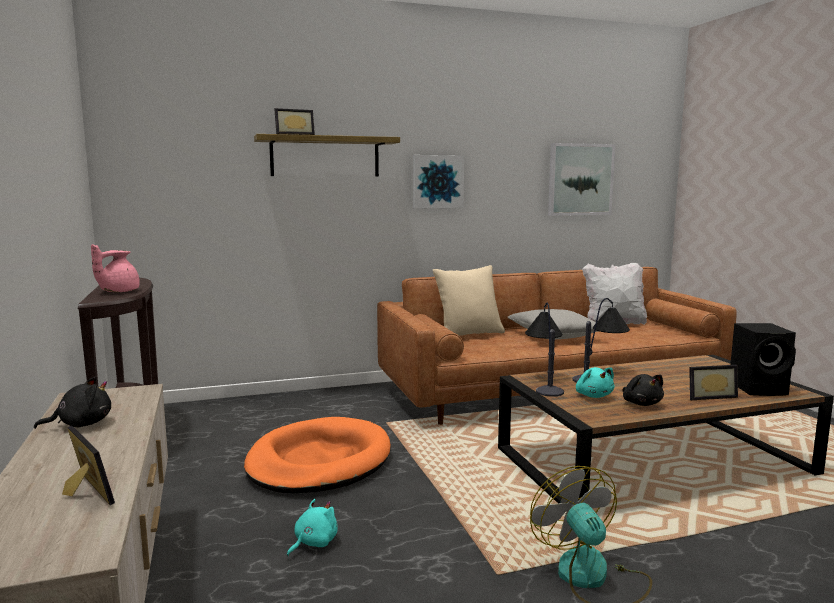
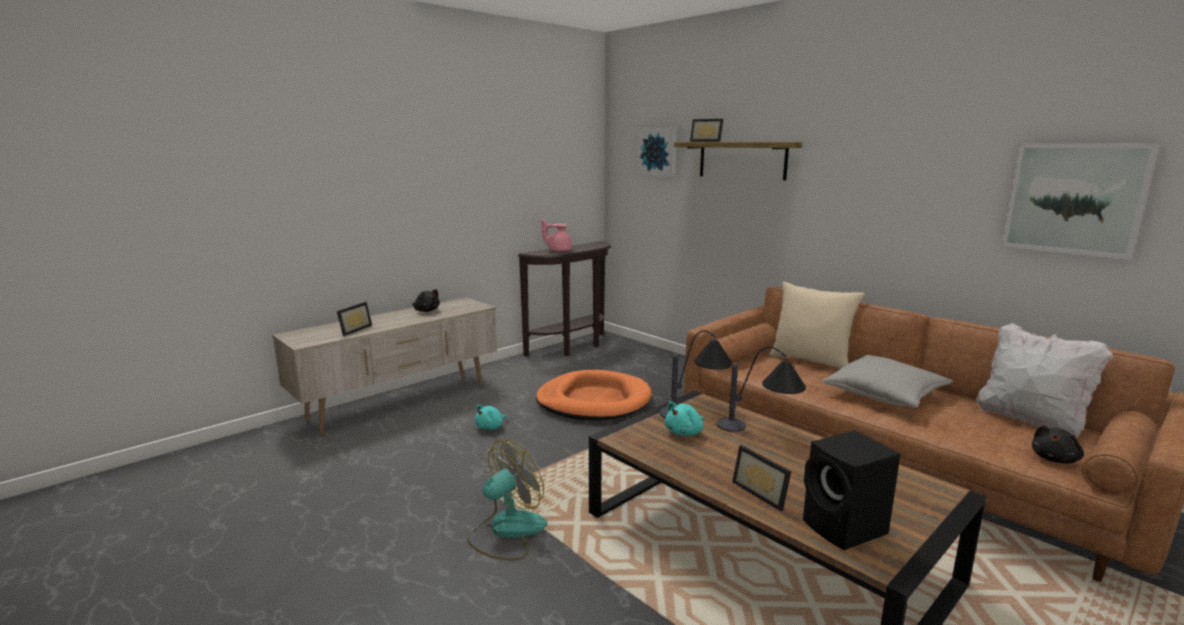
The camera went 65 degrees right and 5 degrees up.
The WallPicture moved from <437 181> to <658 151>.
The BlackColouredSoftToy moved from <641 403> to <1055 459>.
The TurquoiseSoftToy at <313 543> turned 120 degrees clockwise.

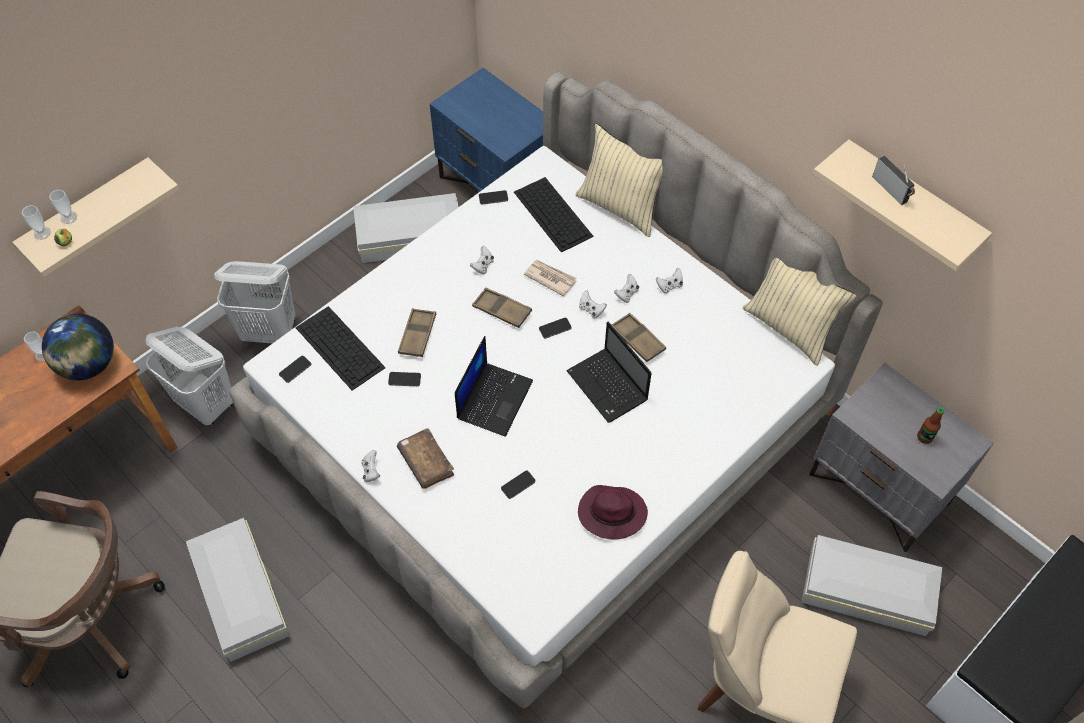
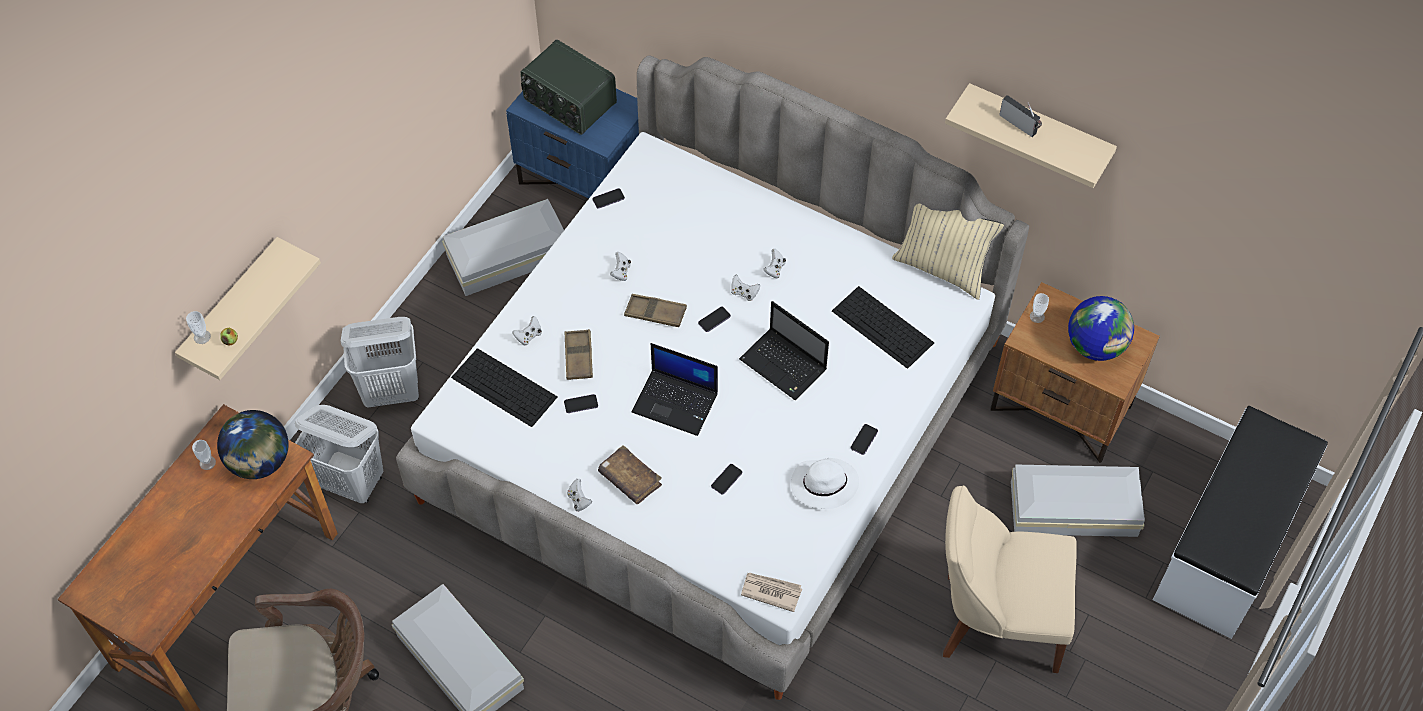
The camera went 15 degrees left and 0 degrees up.
The BeigeCushion at <620 207> disappeared.
The Keyboard moved from <553 214> to <883 327>.
The DrinkingCup moved from <69 217> to <1037 316>.
The Newspaper moved from <550 278> to <771 591>.
The WhitishGameController moved from <669 286> to <529 336>.
The BrownCarryingTray at <637 340> disappeared.
The PortableComputer at <494 398> turned 105 degrees clockwise.
The Telephone moved from <295 369> to <864 440>.
The GrayBedsideTable at <880 488> became the BrownBedsideTable at <1061 407>.
The DrinkBottle at <924 437> was replaced by the DeskGlobe at <1095 345>.
The PurplishHat at <611 513> became the WhitishHat at <823 485>.
The RadioSet at <569 102> appeared.

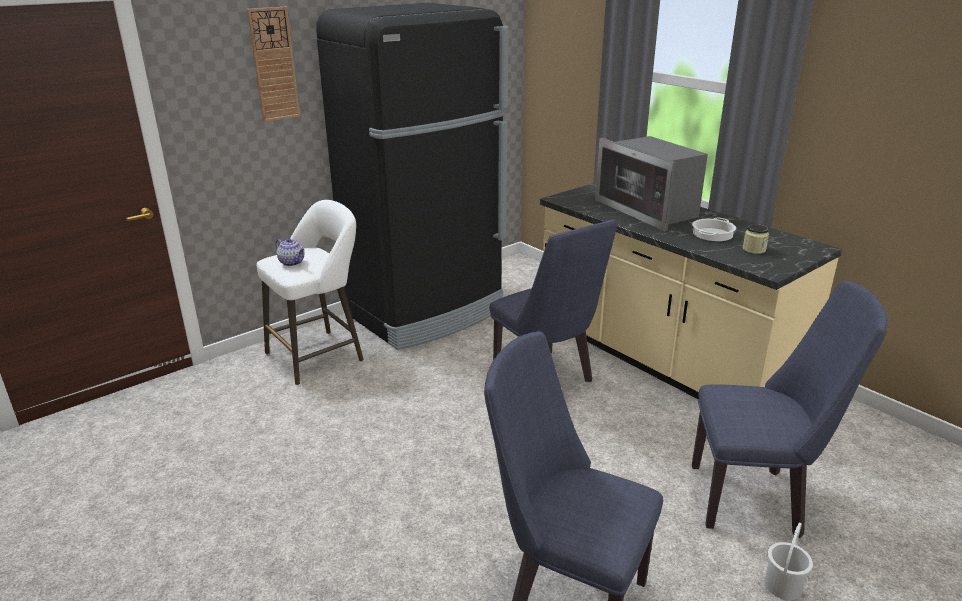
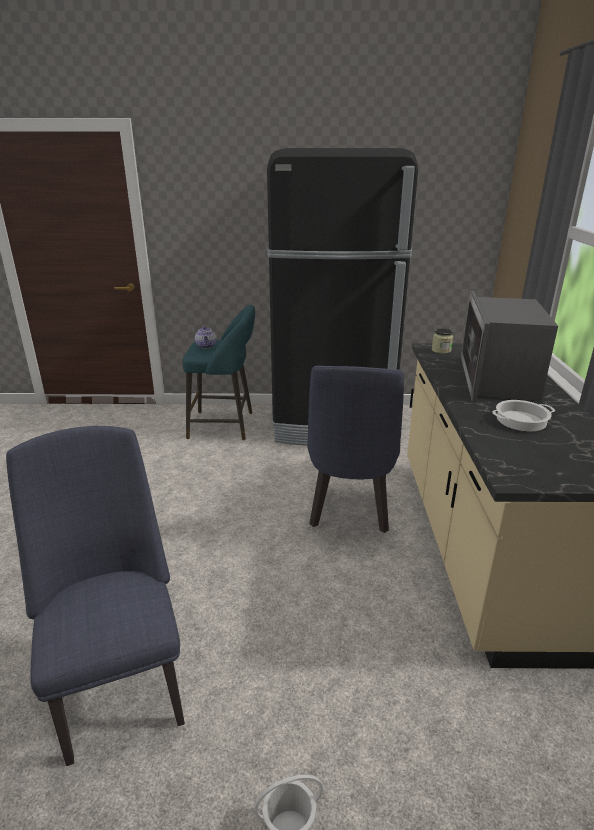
The camera went 40 degrees right and 0 degrees up.
The WallClock at <274 65> disappeared.
The WhitishStool at <319 355> became the TurquoiseStool at <225 426>.
The Jar moved from <754 249> to <441 350>.
The BlueColouredPlainChair at <755 499> disappeared.

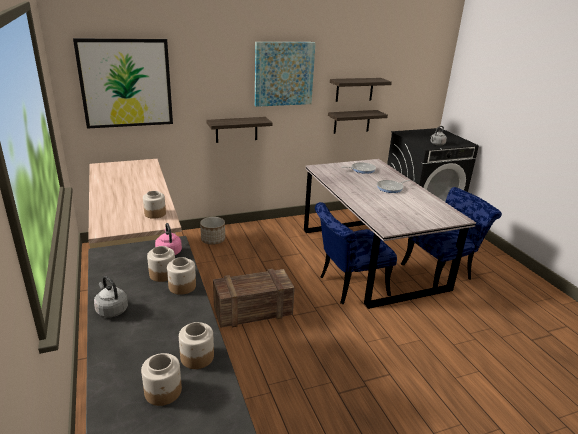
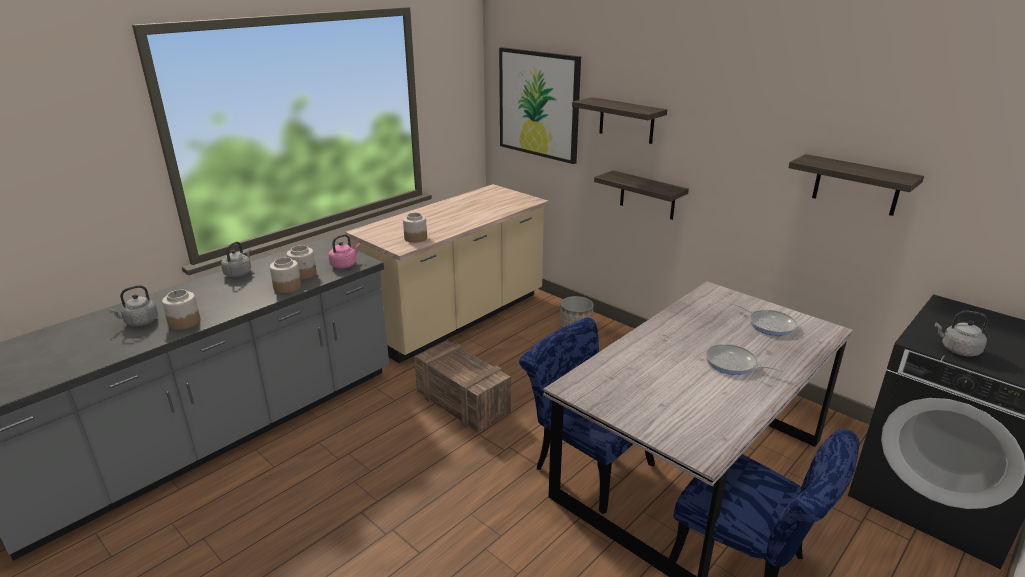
The camera went 65 degrees right and 0 degrees up.
The WallPicture at <284 74> disappeared.
The Shelf moved from <352 121> to <626 120>.
The Jar at <163 391> was replaced by the GrayTeaKettle at <140 322>.

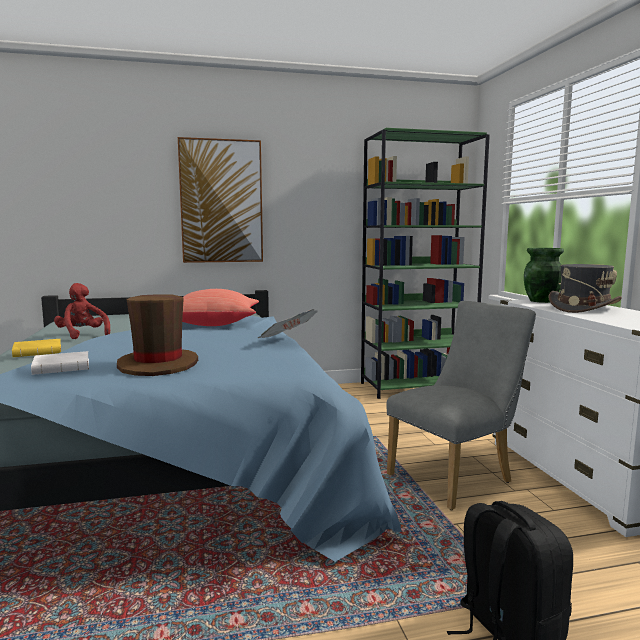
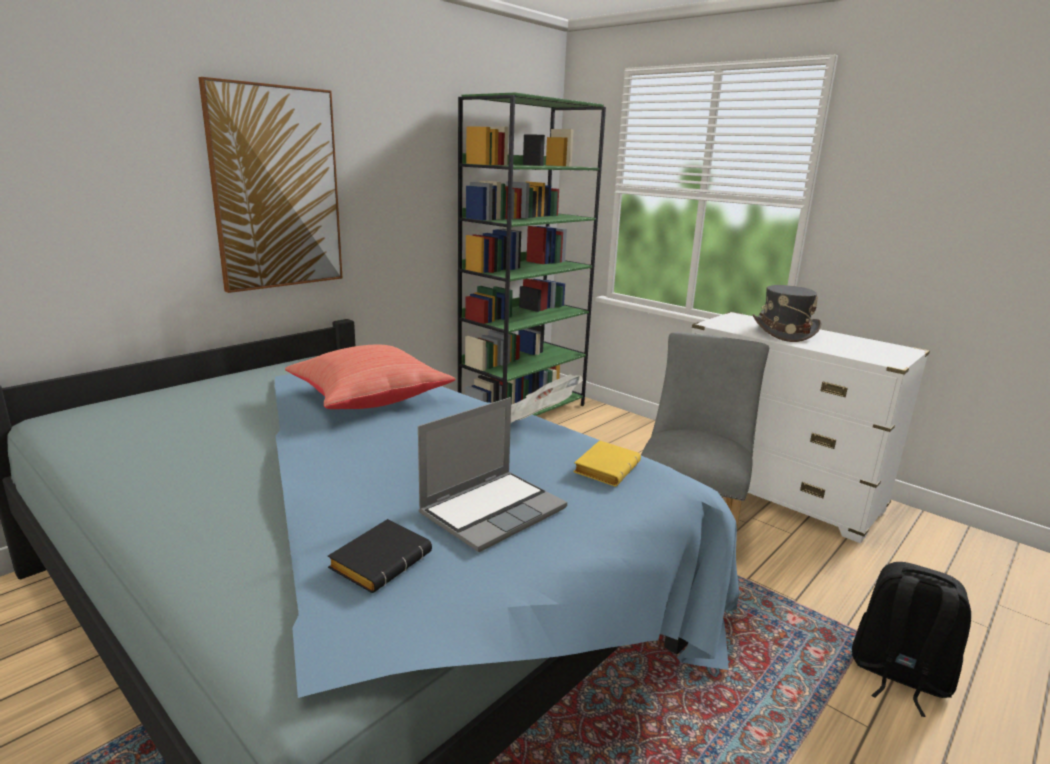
The camera went 35 degrees left and 10 degrees up.
The GreenColouredVase at <541 301> disappeared.
The RedSoftToy at <82 335> disappeared.
The BrownHat at <158 365> was replaced by the PortableComputer at <493 510>.
The YellowishBoundBook moved from <39 352> to <605 468>.
The WhitishBoundBook at <63 368> became the BlackColouredBoundBook at <381 560>.

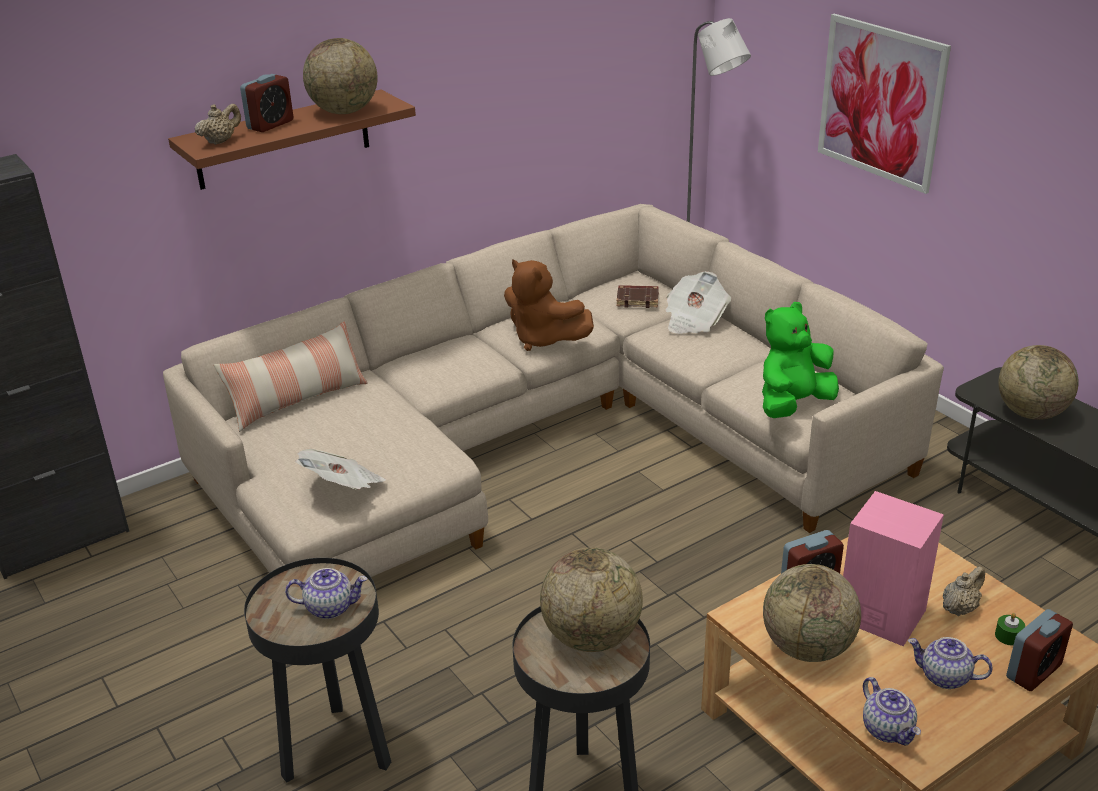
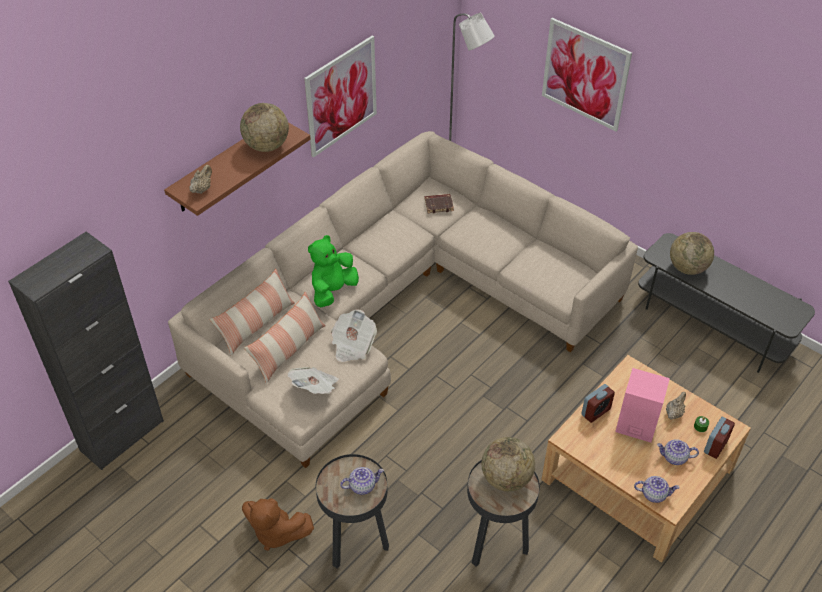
The camera went 15 degrees left and 15 degrees up.
The TableClock at <270 125> disappeared.
The BrownSoftToy moved from <543 339> to <276 532>.
The Newspaper moved from <694 320> to <352 345>.
The GreenColouredSoftToy moved from <792 405> to <333 290>.
The DeskGlobe at <807 647> disappeared.
The TeaPot at <888 730> turned 45 degrees counterclockwise.
The WallPicture at <341 96> appeared.
The Cushion at <288 349> appeared.

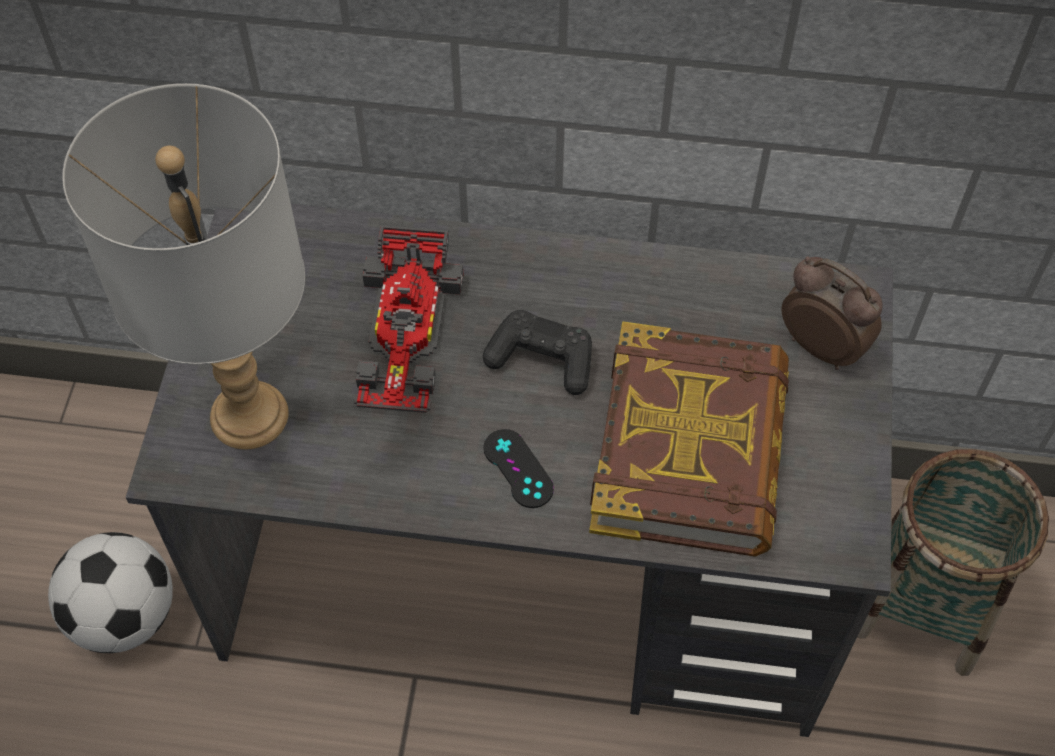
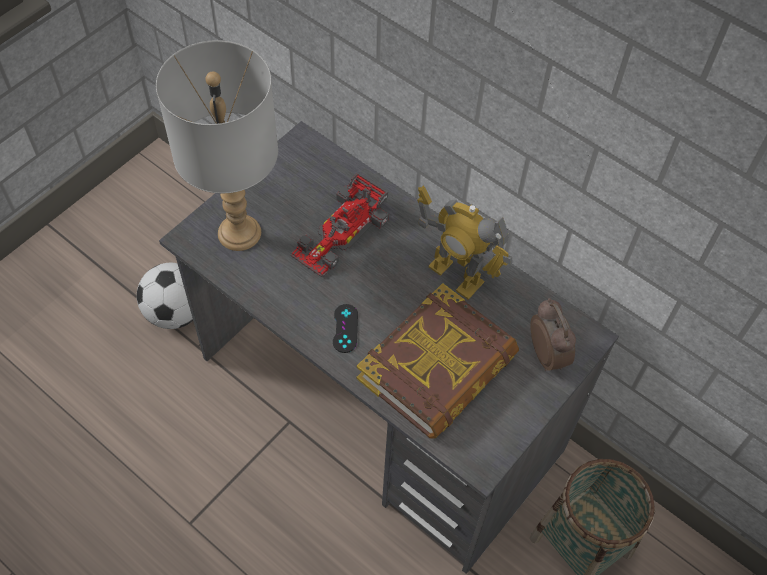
The camera went 30 degrees right and 0 degrees up.
The BlackColouredGameController at <542 359> disappeared.
The ToyRobot at <455 275> appeared.

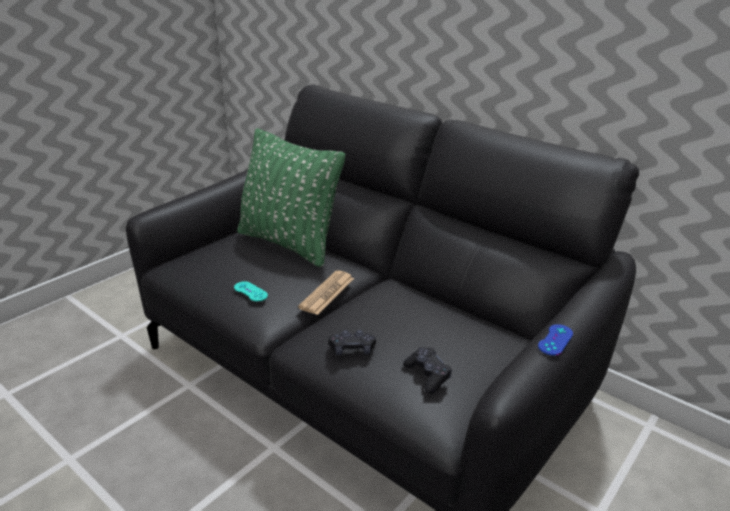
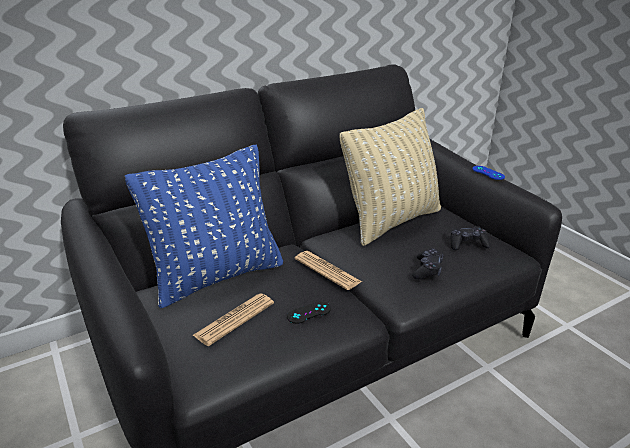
The camera went 70 degrees left and 0 degrees up.
The GreenColouredCushion at <289 243> became the BlueColouredCushion at <217 276>.
The TurquoiseGameController at <250 291> became the BlackColouredGameController at <309 313>.
The BeigeCushion at <391 221> appeared.
The Newspaper at <234 319> appeared.

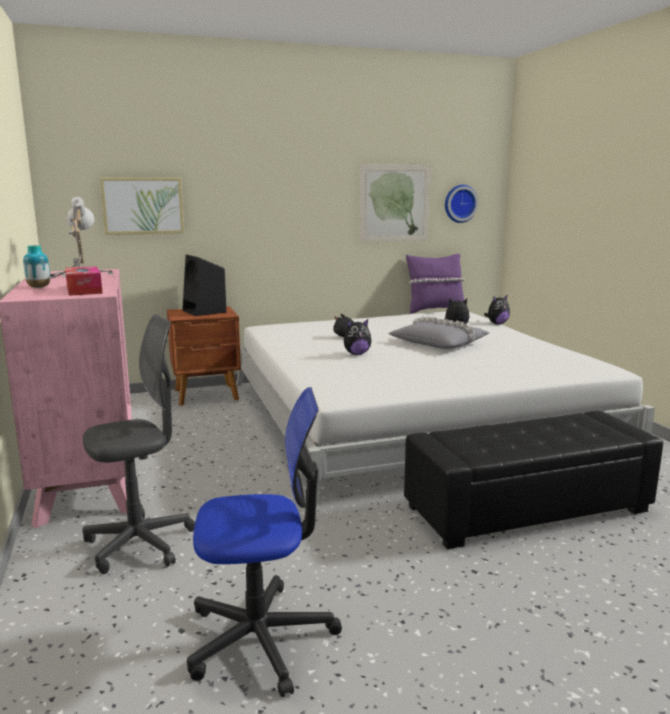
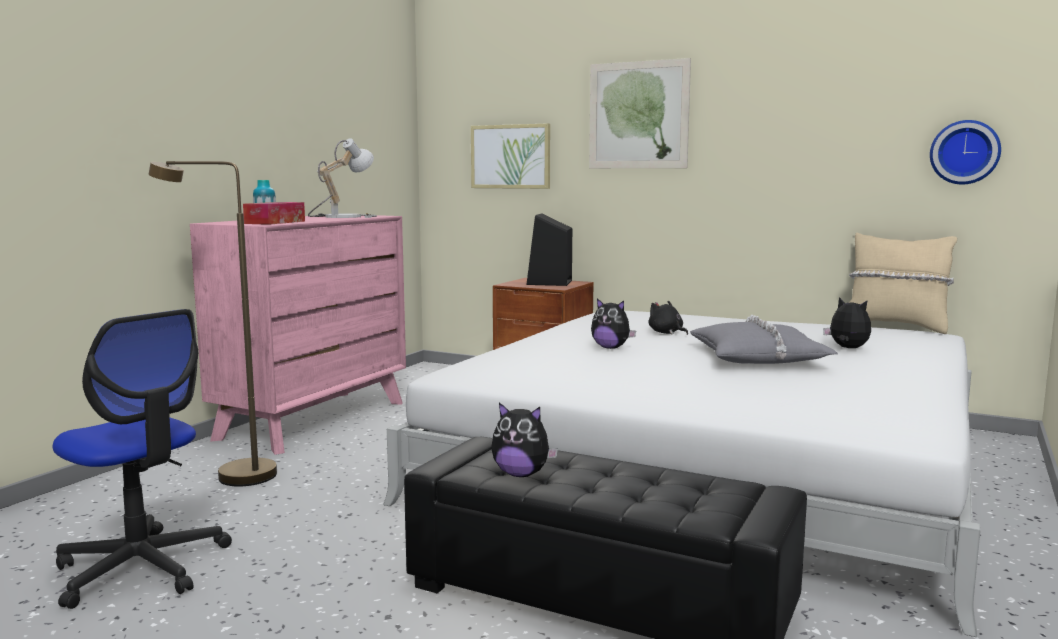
The camera went 45 degrees right and 5 degrees down.
The WallPicture moved from <394 203> to <638 115>.
The PurplishCushion at <434 310> became the BeigeCushion at <895 326>.
The SoftToy moved from <497 324> to <521 474>.
The GrayDeskChair at <140 544> was replaced by the BrownStandingLamp at <232 475>.

